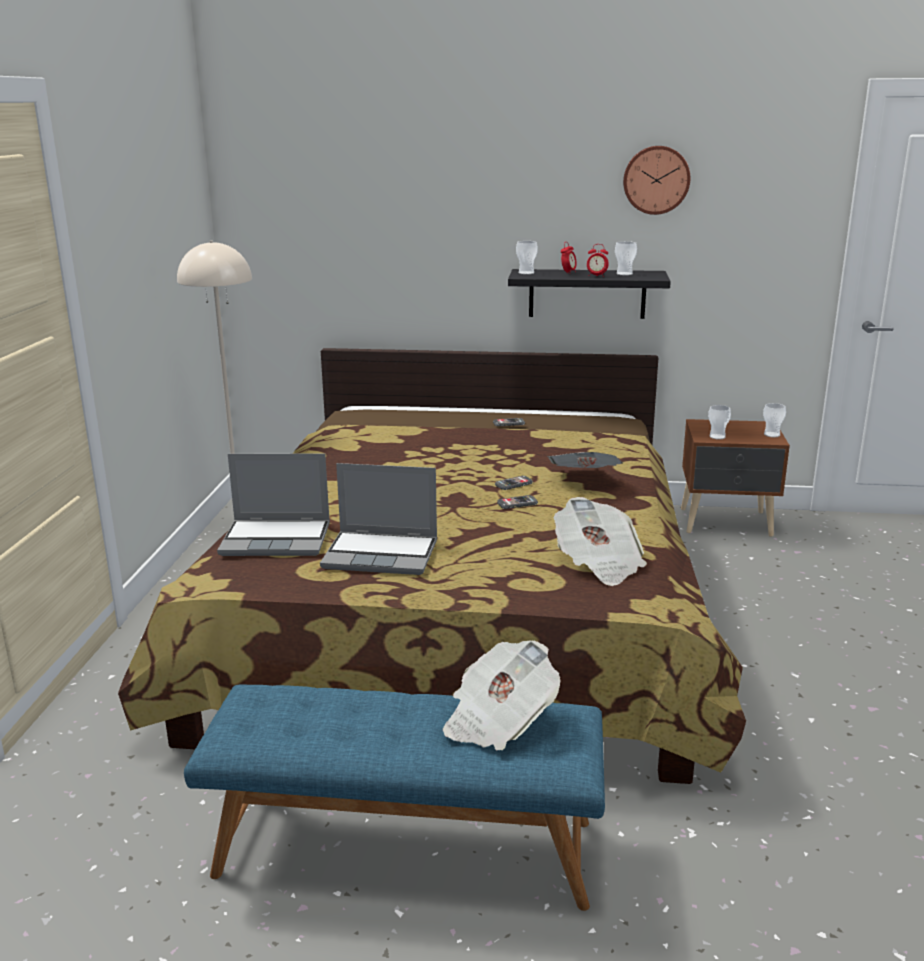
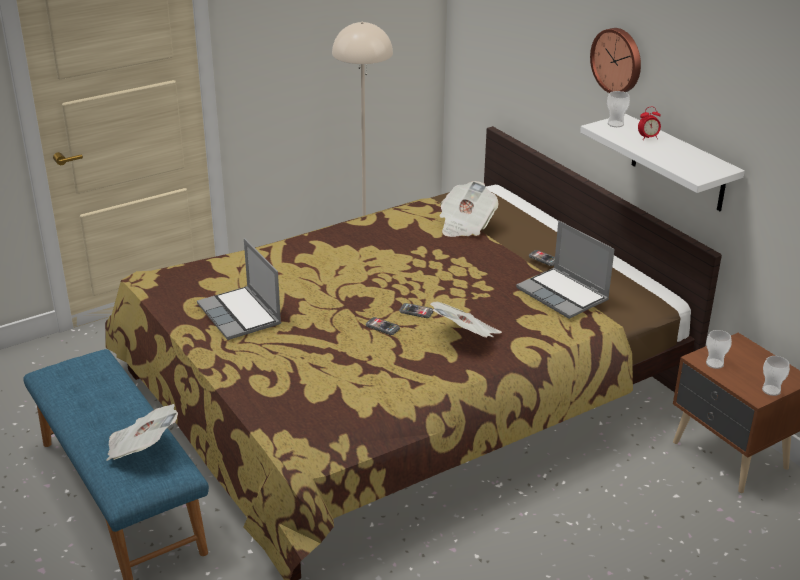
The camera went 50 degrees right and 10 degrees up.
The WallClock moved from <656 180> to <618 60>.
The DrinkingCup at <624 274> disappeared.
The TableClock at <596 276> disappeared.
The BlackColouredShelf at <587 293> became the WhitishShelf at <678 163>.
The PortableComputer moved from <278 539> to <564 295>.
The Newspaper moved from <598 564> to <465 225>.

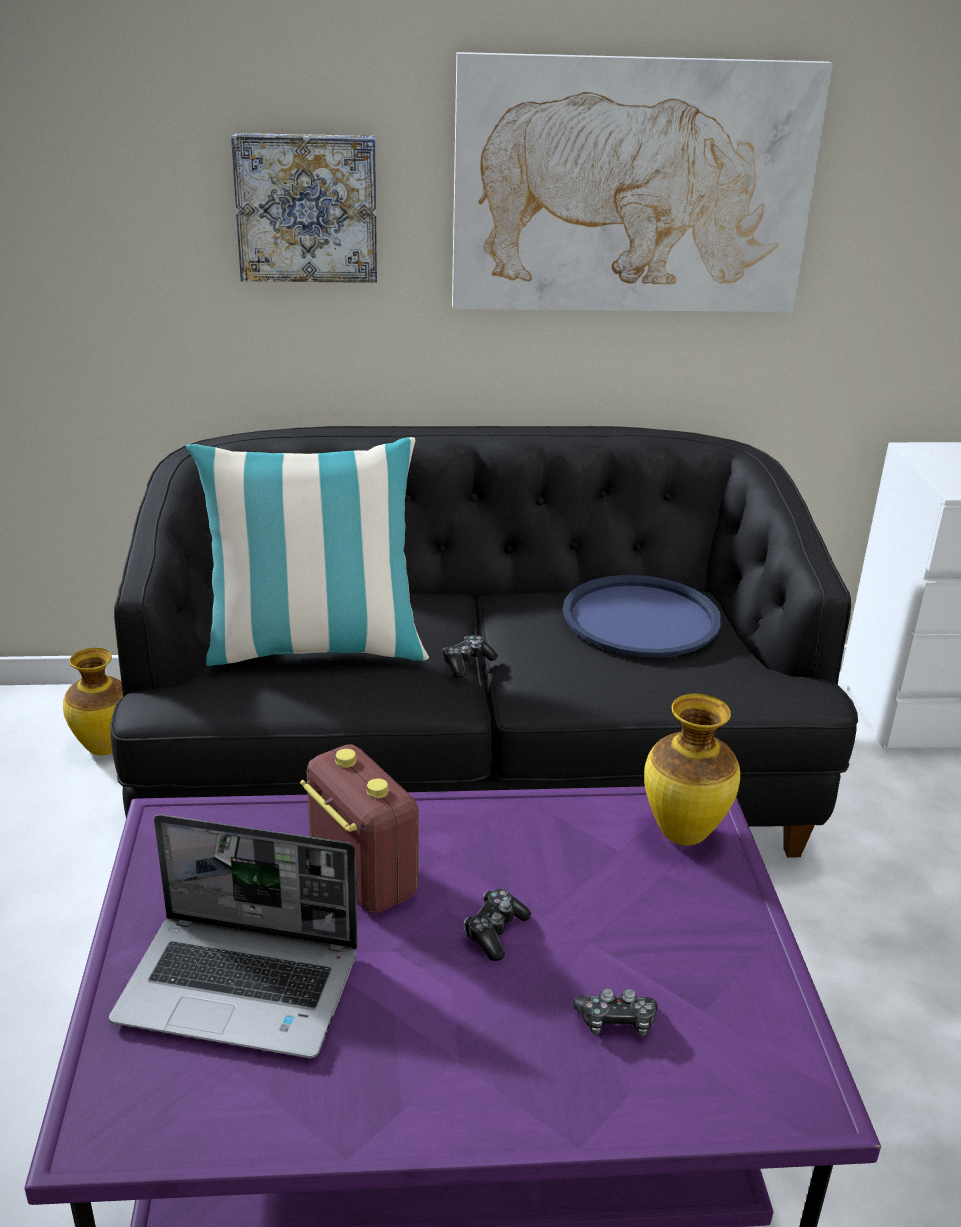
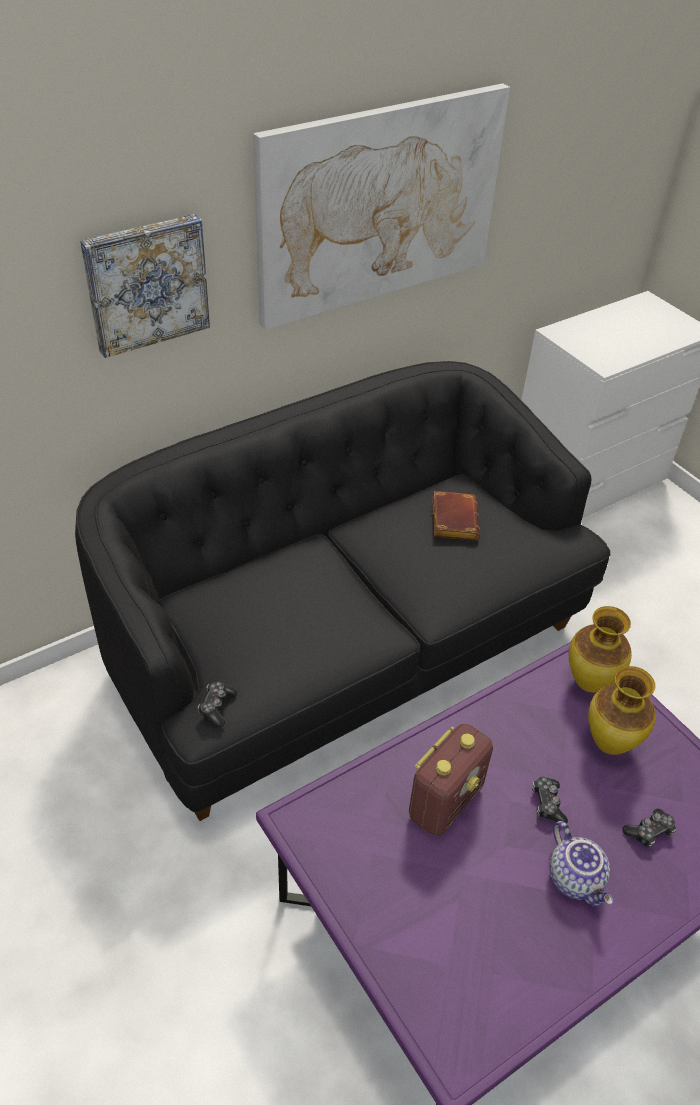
The camera went 30 degrees left and 15 degrees up.
The Cushion at <315 647> disappeared.
The BlueColouredCarryingTray at <640 618> was replaced by the BrownBoundBook at <452 519>.
The GameController moved from <467 663> to <217 707>.
The Vase moved from <103 748> to <608 744>.
The RadioSet at <361 875> turned 105 degrees clockwise.
The PortableComputer at <242 987> disappeared.
The TeaPot at <576 879> appeared.

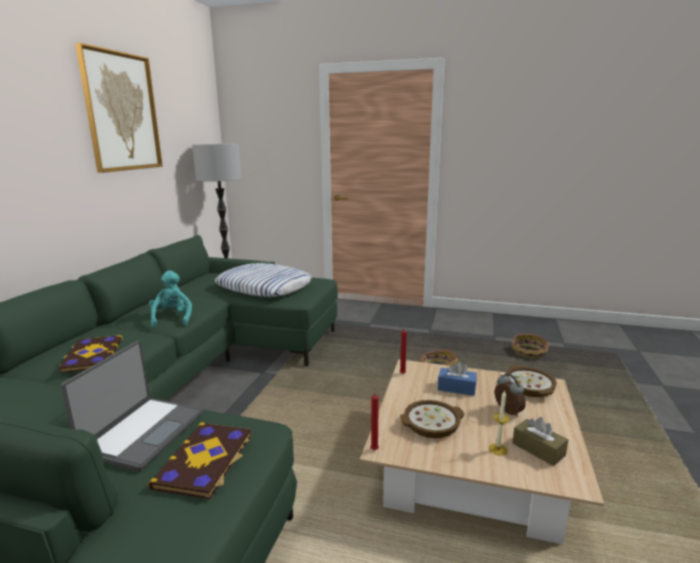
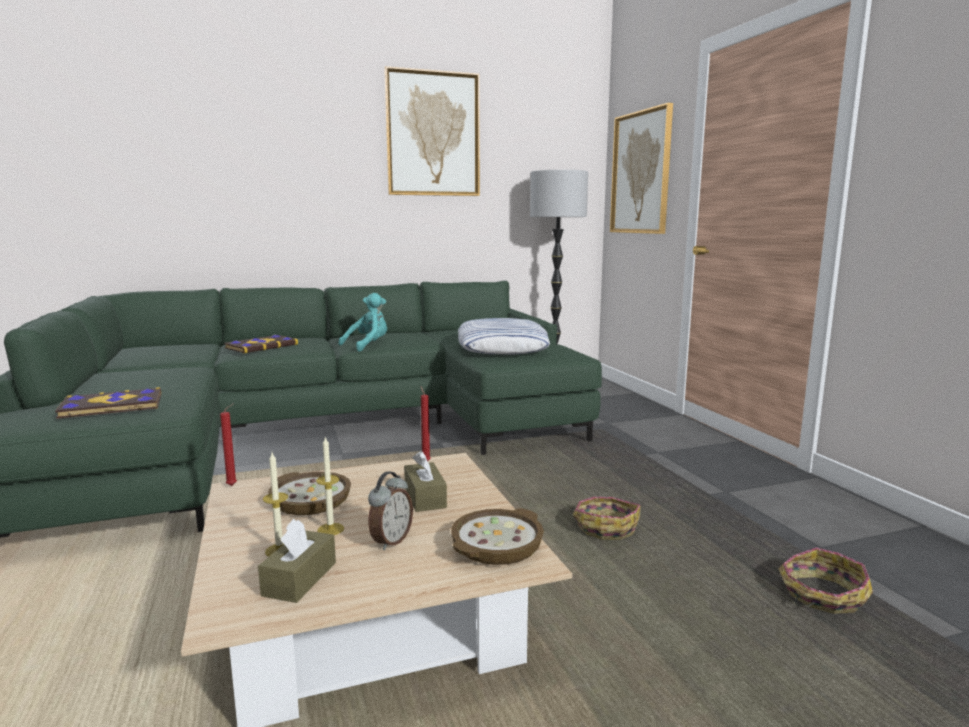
The camera went 55 degrees right and 5 degrees down.
The PortableComputer at <142 433> disappeared.
The BlueColouredTissueHolder at <456 388> became the BrownTissueHolder at <425 497>.
The WallPicture at <641 173> appeared.
The WaxLight at <330 529> appeared.

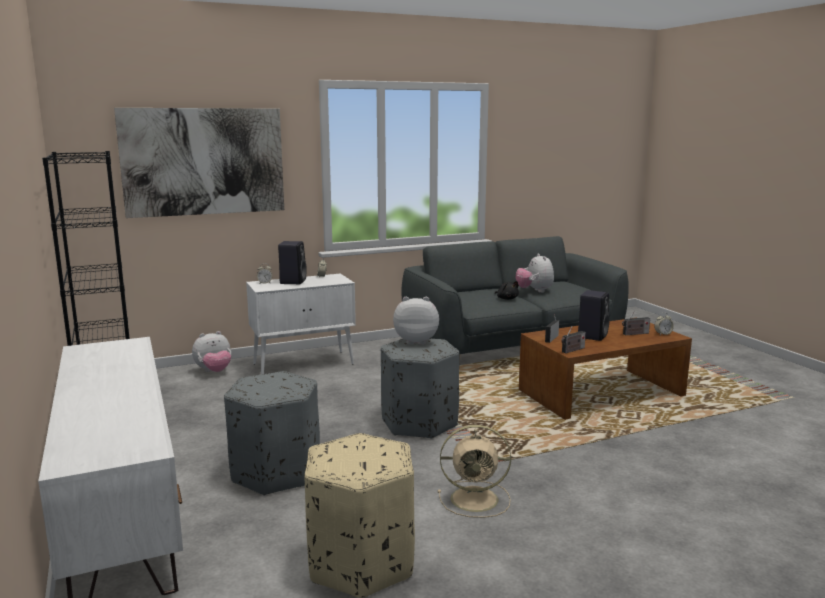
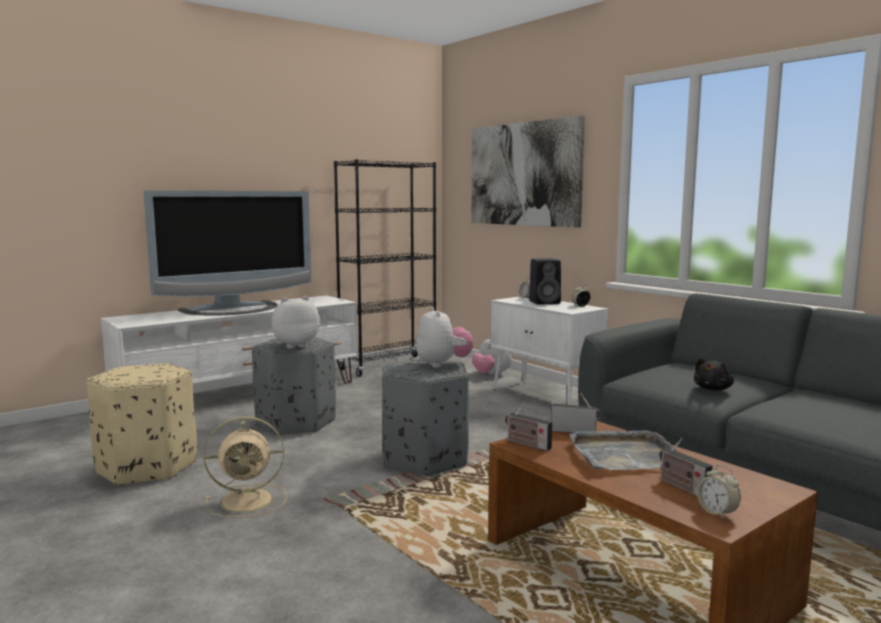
The camera went 75 degrees right and 5 degrees down.
The SoftToy moved from <534 291> to <294 345>.
The BlackColouredAudioSpeaker at <592 335> was replaced by the GrayCarryingTray at <623 455>.
The BeigeFan at <476 499> turned 90 degrees counterclockwise.
The TvSet at <234 309> appeared.

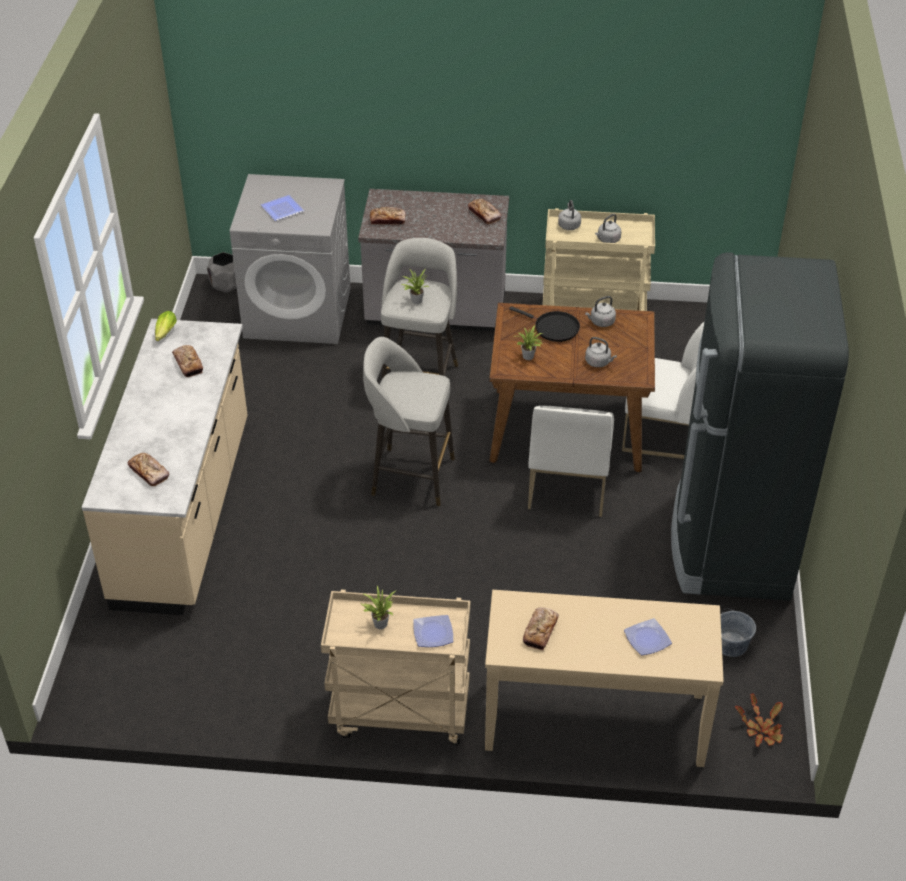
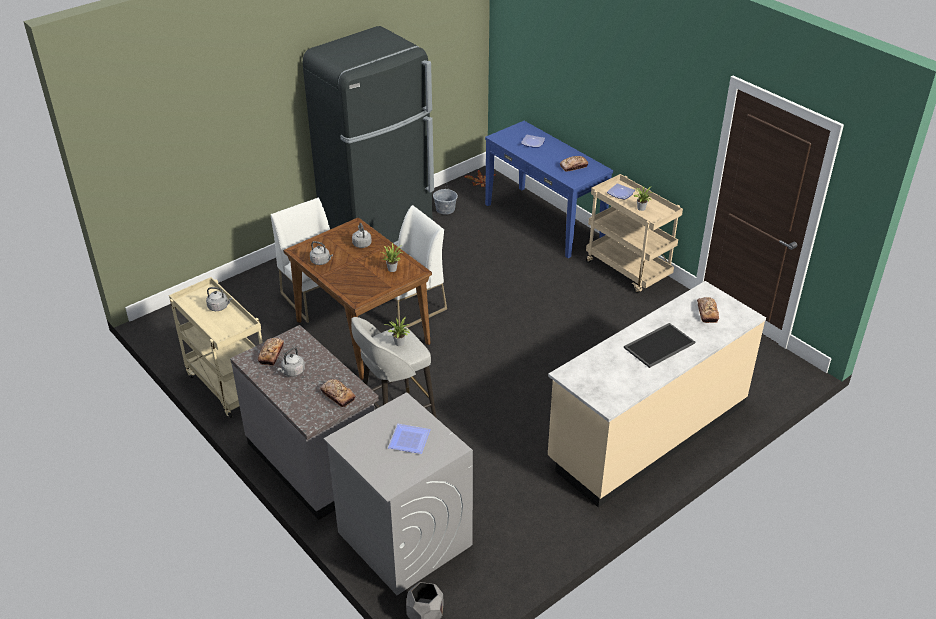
The camera went 135 degrees left and 5 degrees down.
The GrayTeaKettle moved from <569 225> to <292 372>.
The BlackColouredSkillet at <553 328> disappeared.
The HeadOfLettuce at <164 334> disappeared.
The GrayStool at <410 476> disappeared.
The BakedBread at <188 364> disappeared.
The BeigeConsoleTable at <595 722> became the BlueColouredConsoleTable at <544 221>.
The CarryingTray at <659 344> appeared.

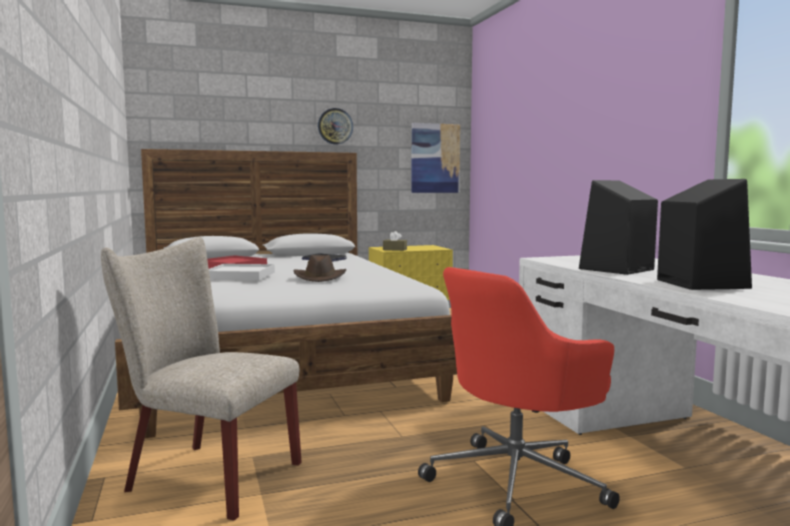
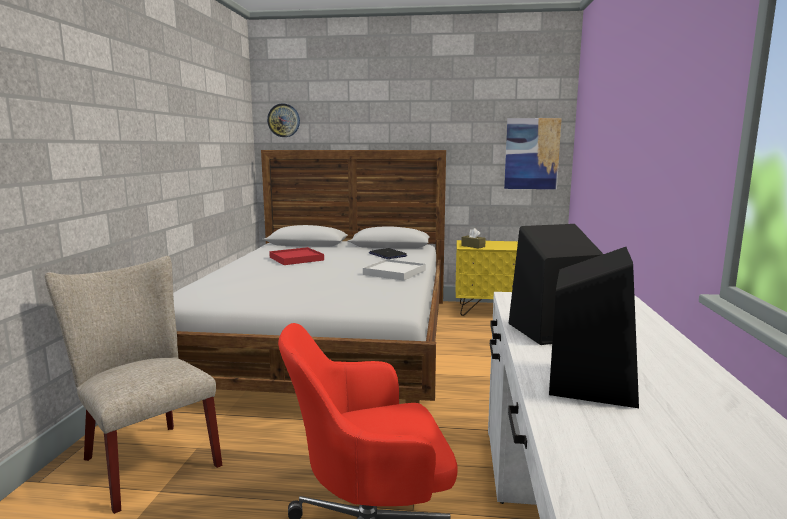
The camera went 25 degrees right and 5 degrees up.
The WallClock moved from <335 126> to <283 120>.
The BrownHat at <320 278> disappeared.
The WhitishCarryingTray moved from <240 276> to <394 272>.

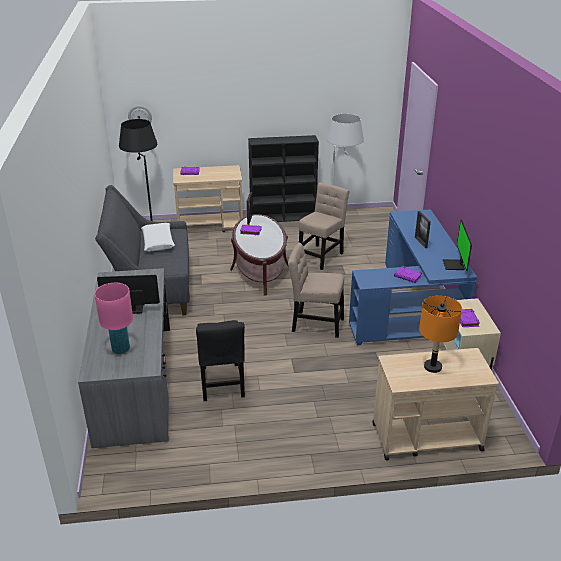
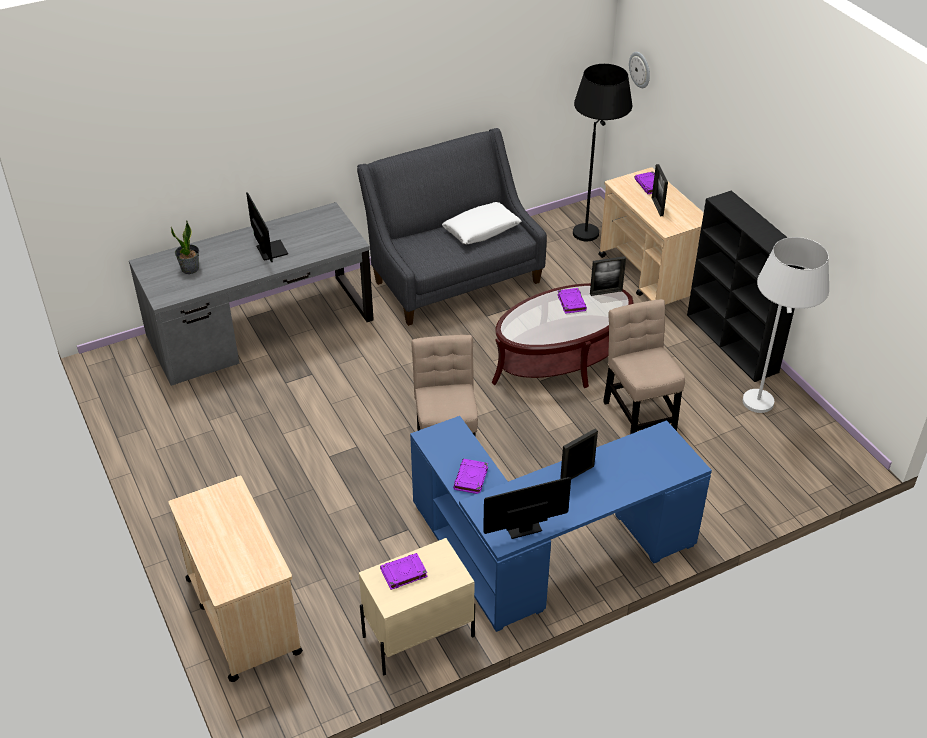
The camera went 70 degrees right and 10 degrees up.
The BeigePlainChair at <321 256> turned 120 degrees counterclockwise.
The PinkColouredTableLamp at <120 349> was replaced by the PottedPlant at <190 269>.
The OrangeyTableLamp at <433 367> disappeared.
The BlackColouredPlainChair at <222 384> disappeared.
The StandingFrame at <657 207> appeared.

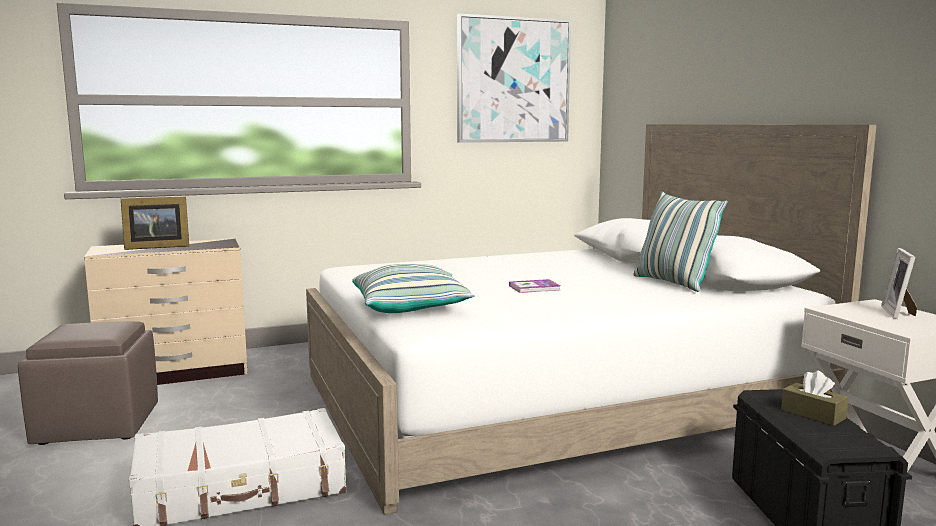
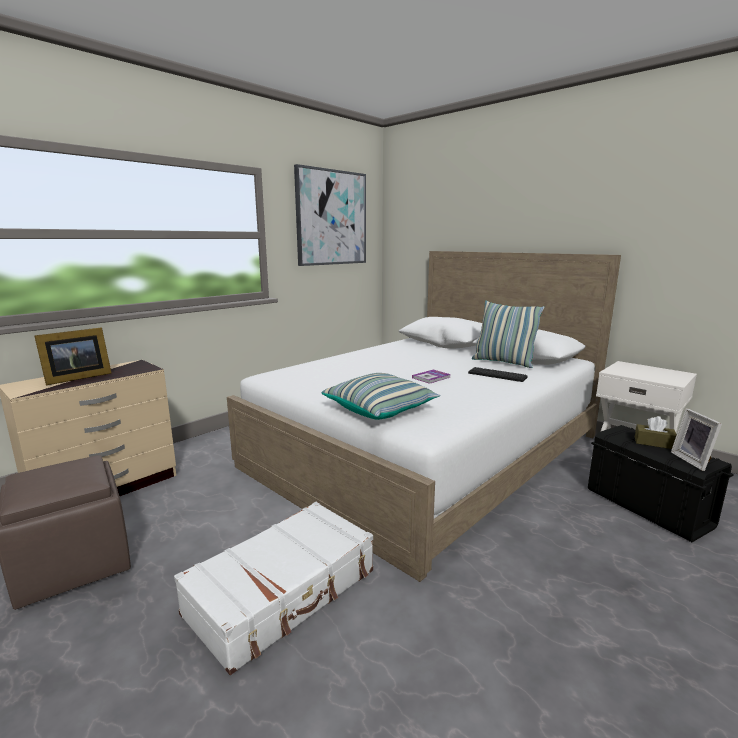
The camera went 25 degrees left and 5 degrees up.
The StandingFrame moved from <899 313> to <693 461>.
The Keyboard at <497 375> appeared.

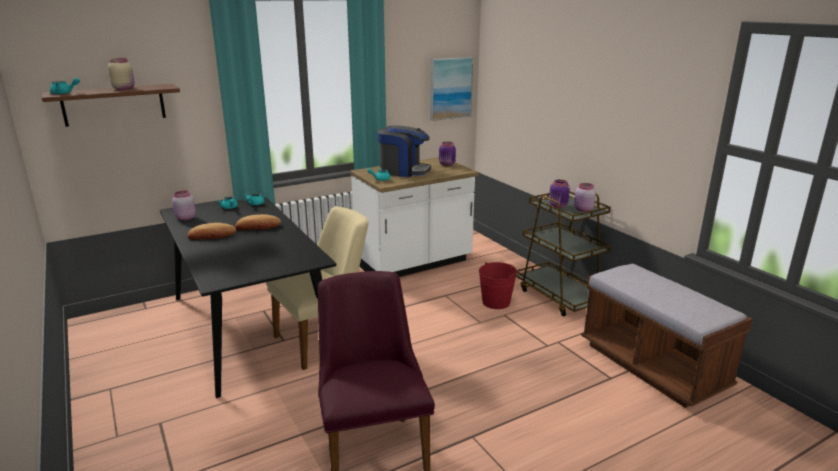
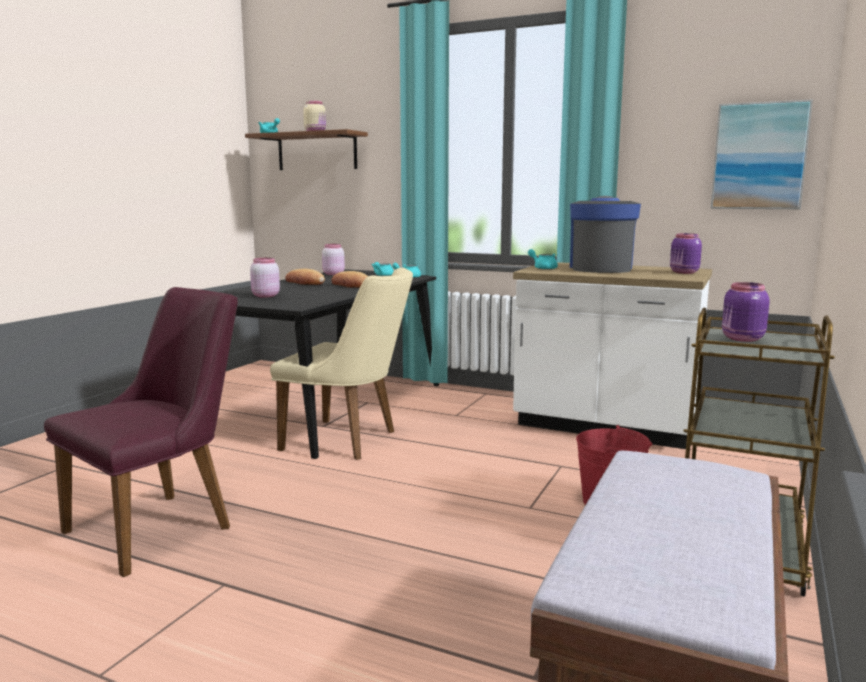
The camera went 55 degrees right and 10 degrees down.
The CoffeeMachine at <403 171> turned 150 degrees counterclockwise.
The PinkColouredJar moved from <583 210> to <265 296>.

